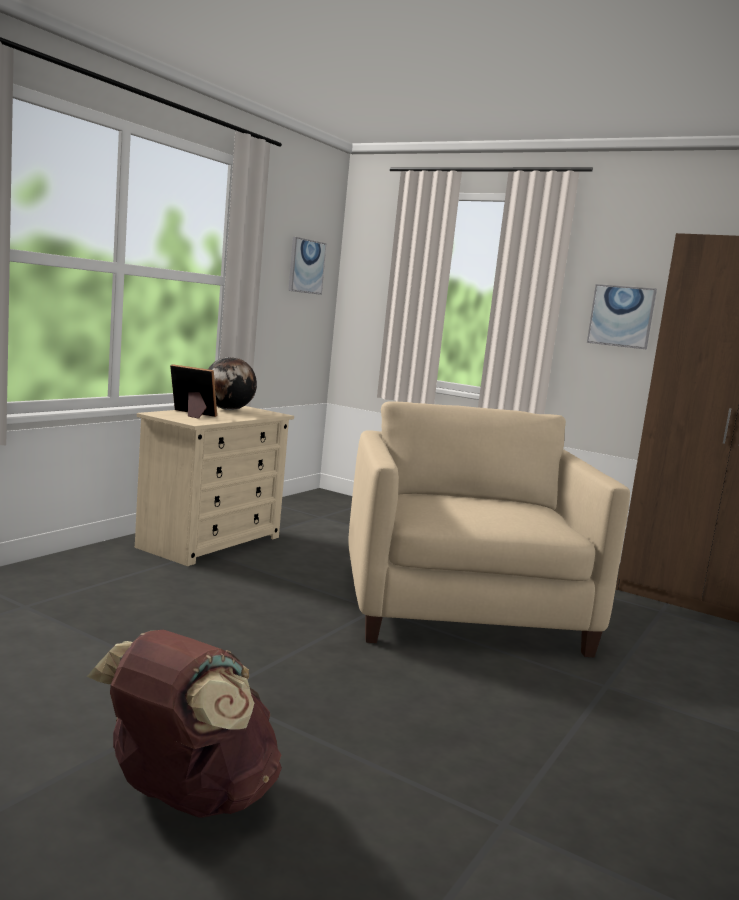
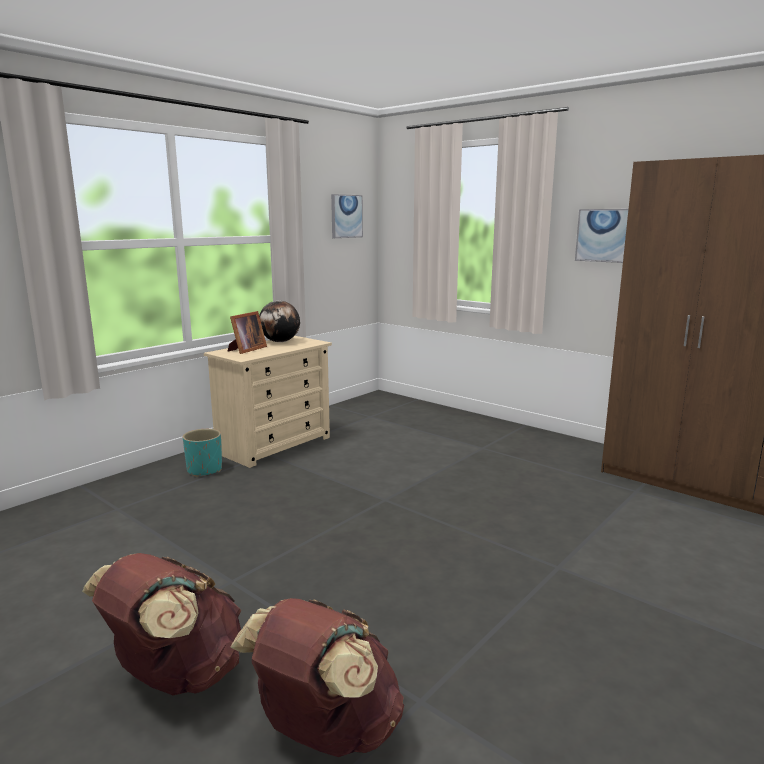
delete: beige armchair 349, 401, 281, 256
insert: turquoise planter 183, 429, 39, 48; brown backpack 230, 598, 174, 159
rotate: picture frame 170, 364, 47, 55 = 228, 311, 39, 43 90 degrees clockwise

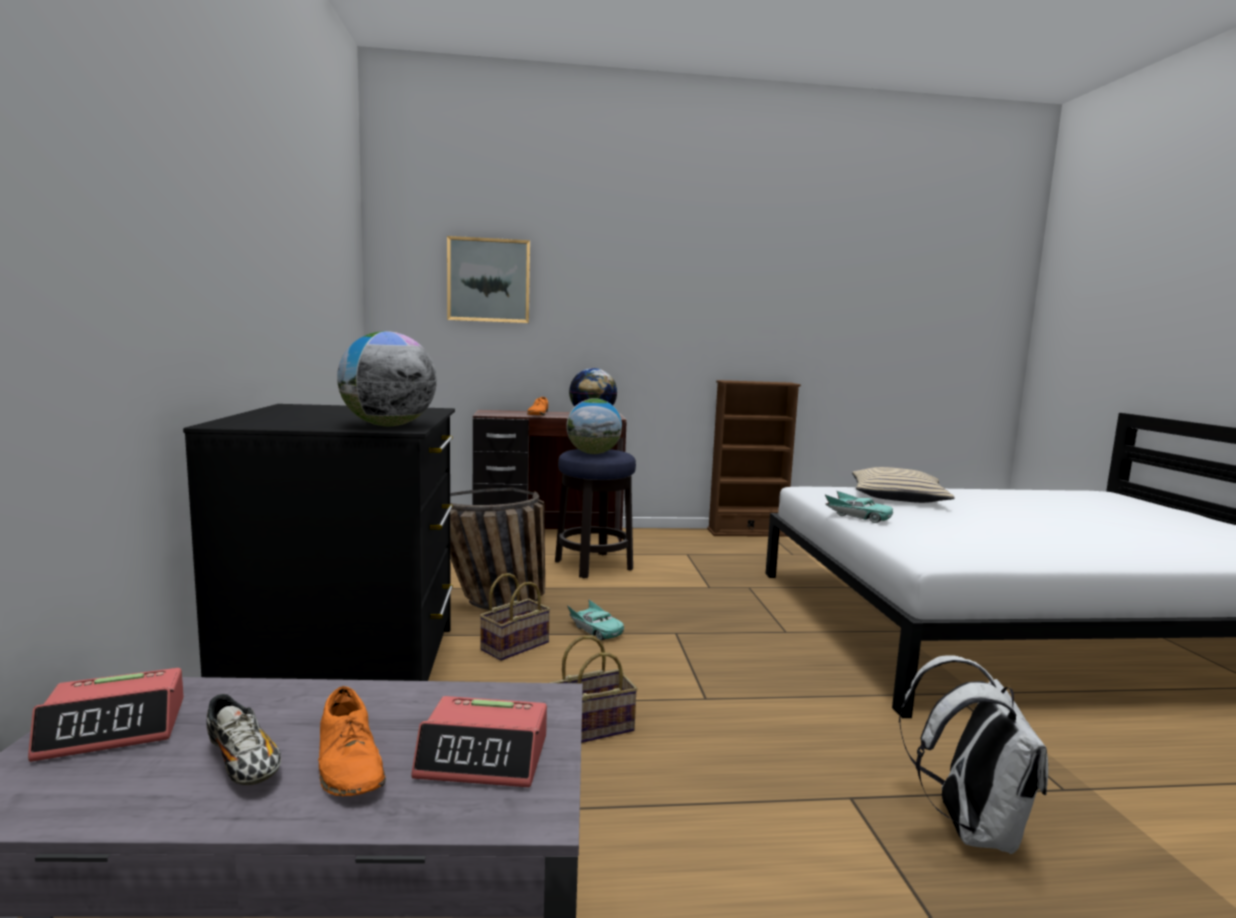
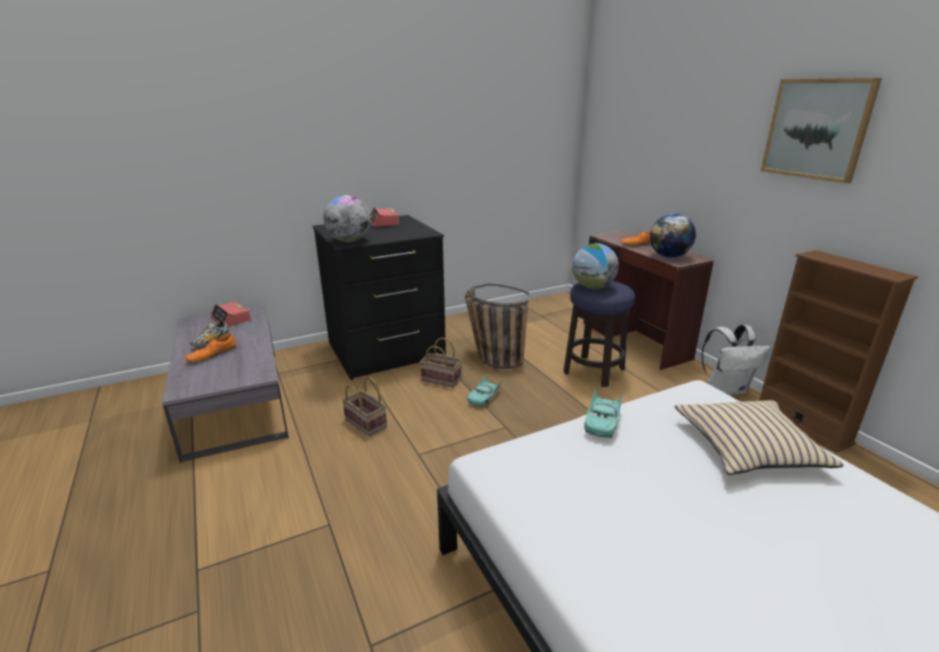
move: alarm clock 411, 696, 136, 91 to 370, 207, 29, 20; picture 447, 236, 83, 87 to 761, 78, 121, 106; white backpack 899, 655, 149, 199 to 702, 325, 68, 70

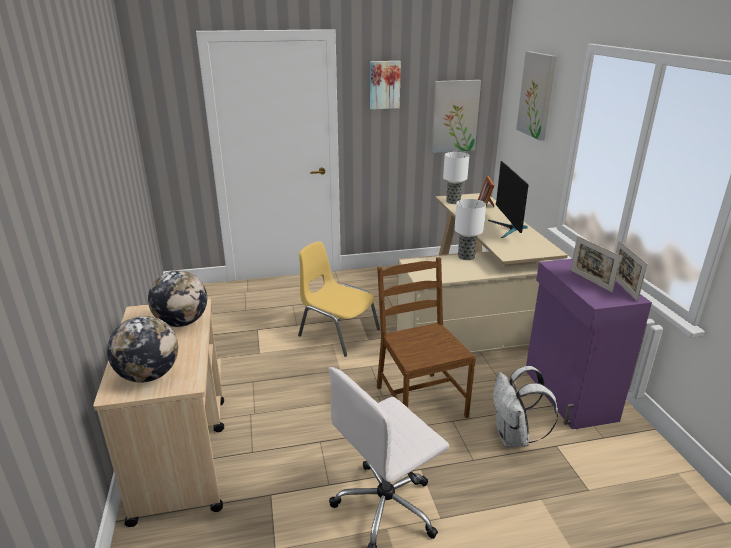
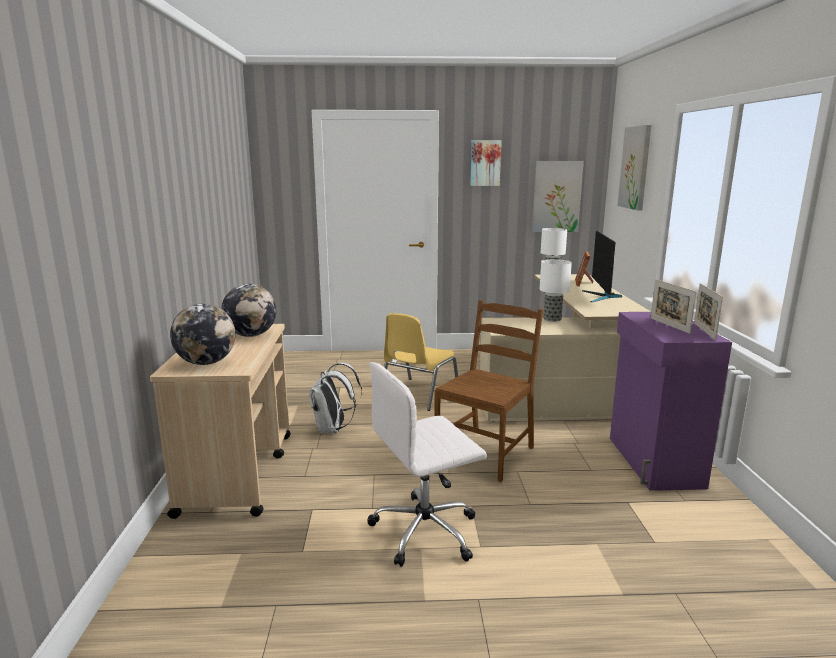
move: white backpack 493, 366, 65, 81 to 309, 363, 53, 71
rotate: yellow chair 298, 241, 82, 116 = 384, 313, 74, 98 105 degrees counterclockwise; brown chair 377, 257, 99, 161 = 434, 300, 109, 182 45 degrees clockwise

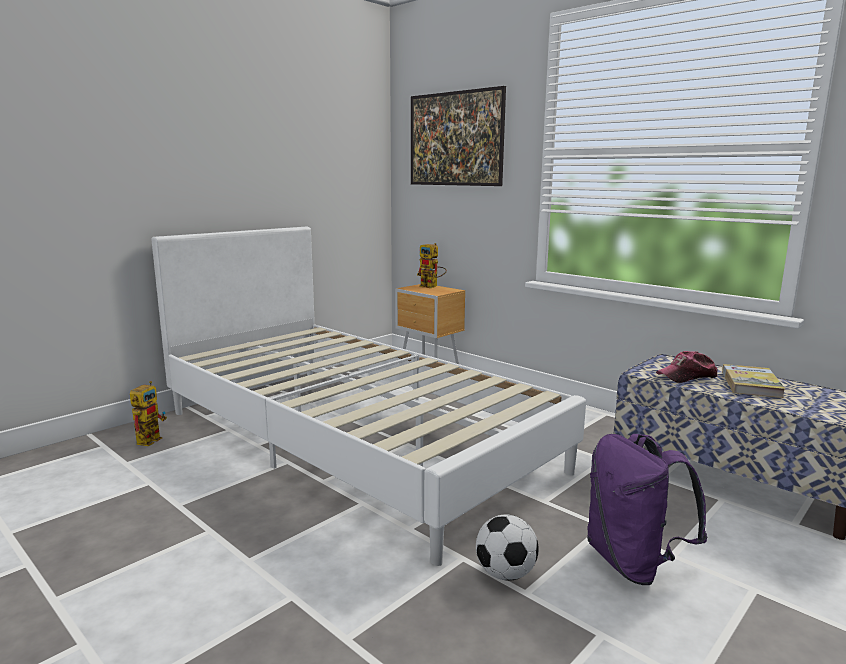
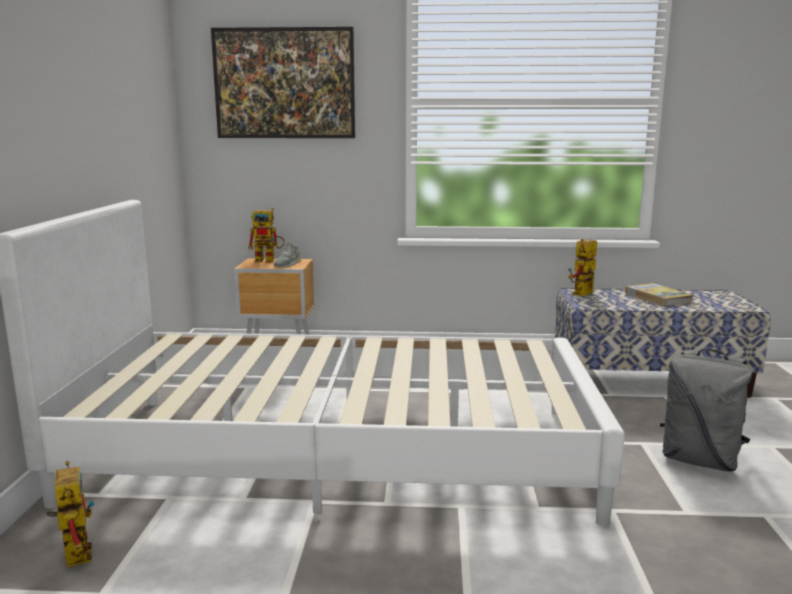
delete: football 476, 514, 63, 67; cap 656, 351, 62, 32
insert: grey shoe 274, 242, 27, 25; toy robot 568, 239, 29, 57
recolor: purple backpack 587, 434, 120, 151 to grey backpack 660, 349, 92, 123

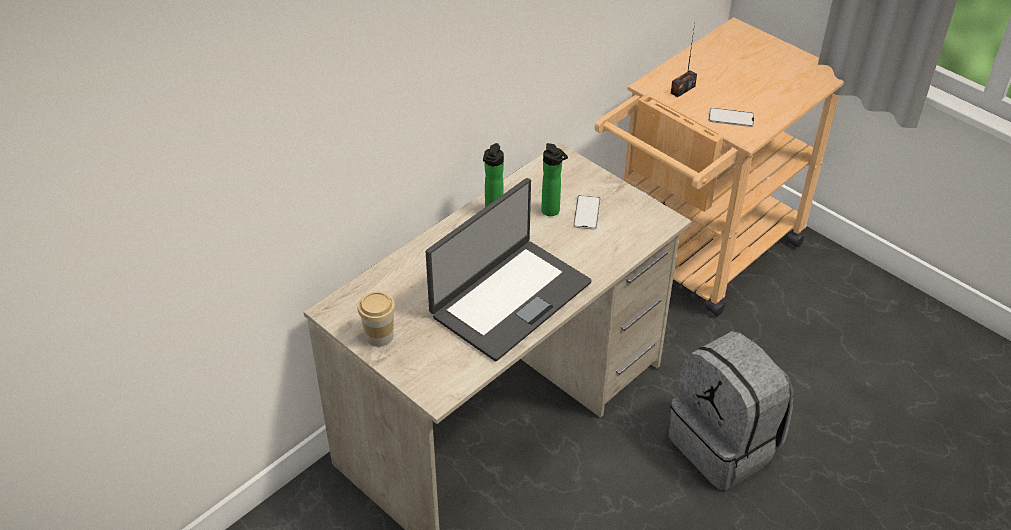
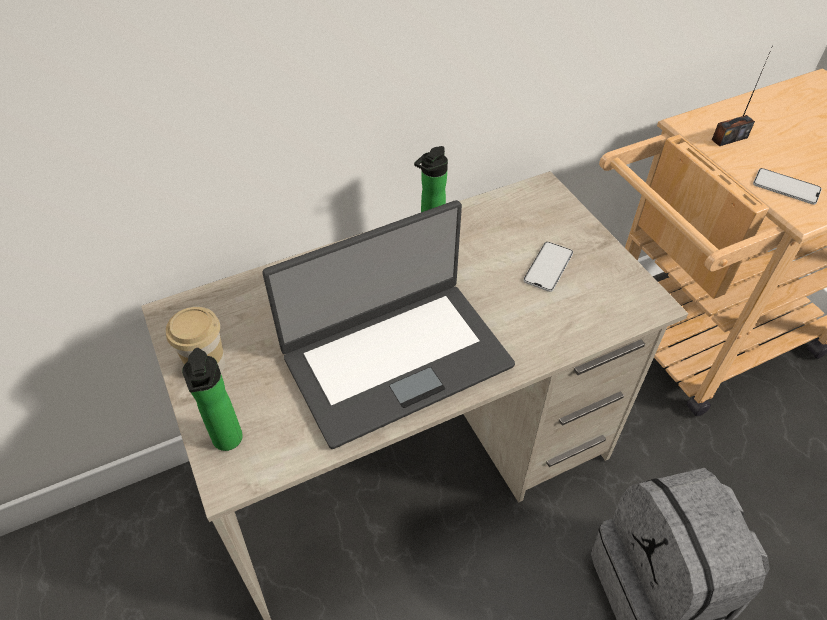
move: bottle 541, 143, 27, 73 to 182, 348, 61, 103

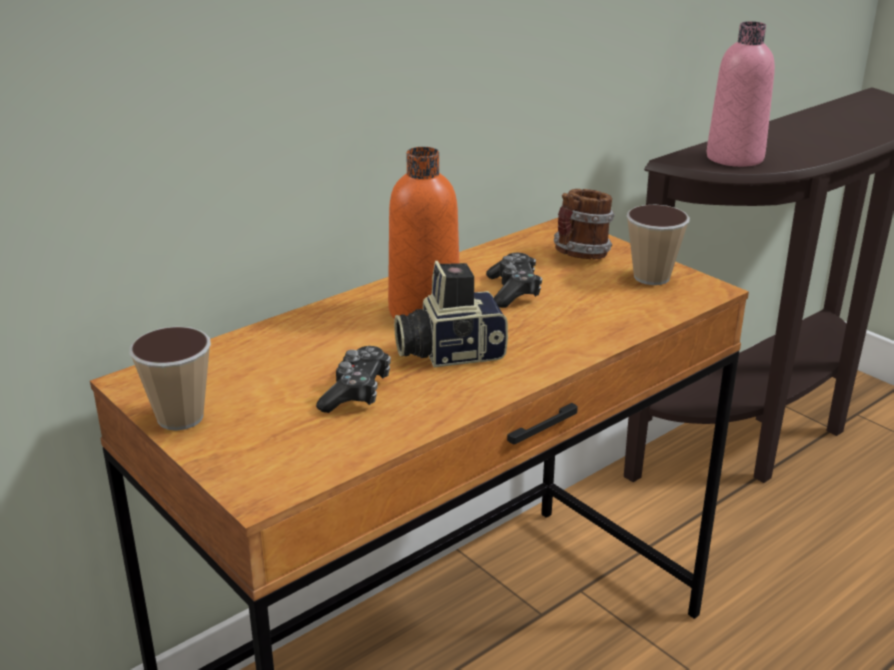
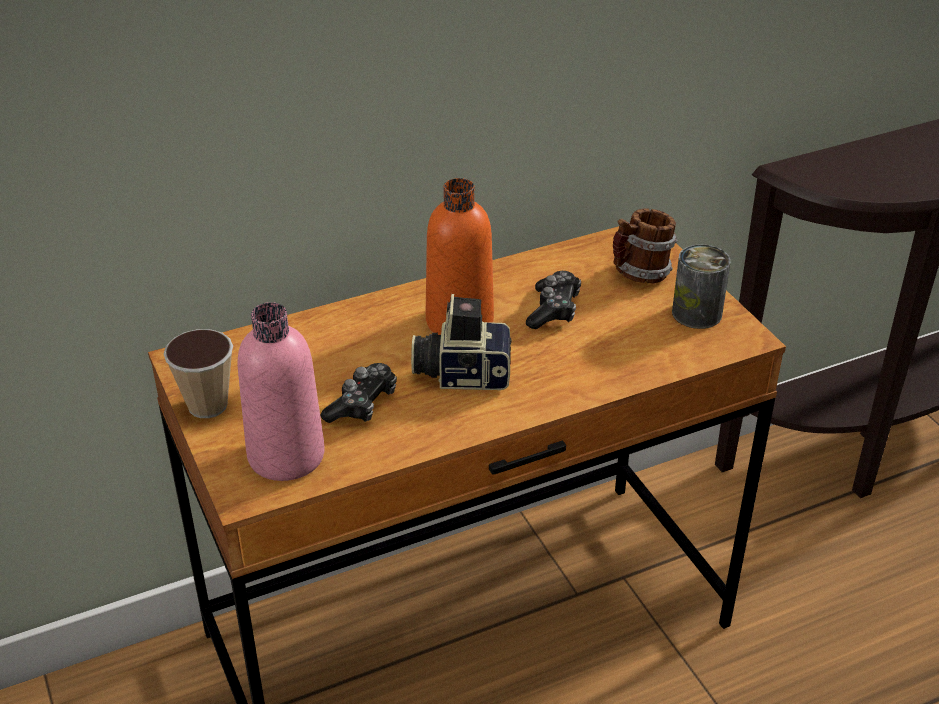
move: pink bottle 707, 21, 68, 146 to 238, 302, 87, 179
replace: cup 627, 205, 63, 80 to can 672, 244, 59, 85

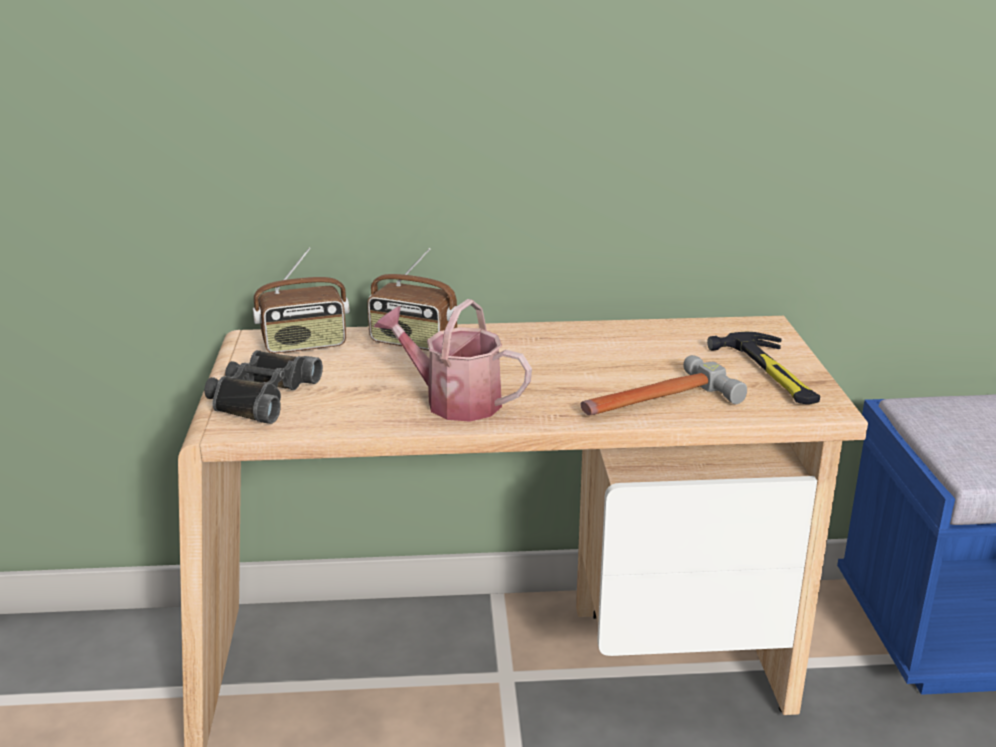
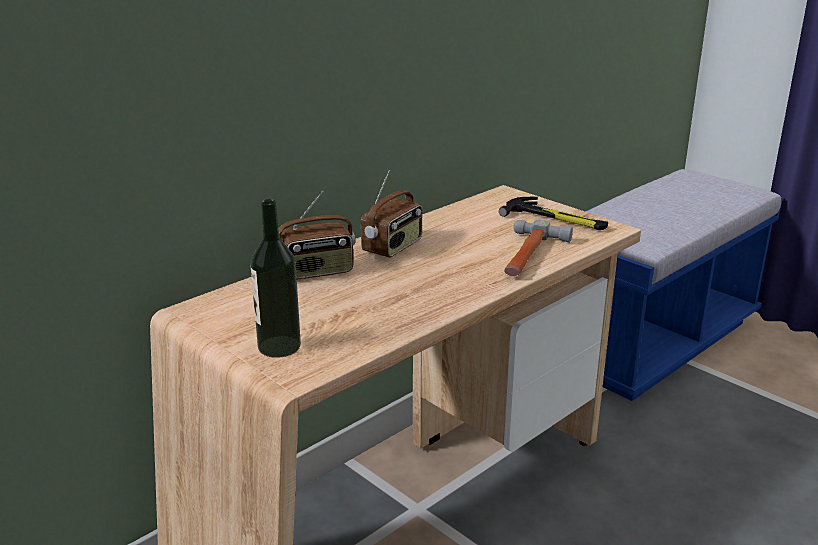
delete: watering can 374, 299, 158, 123
move: radio 252, 247, 97, 106 to 361, 170, 61, 87
replace: black binoculars 204, 350, 119, 74 to bottle 250, 199, 51, 159

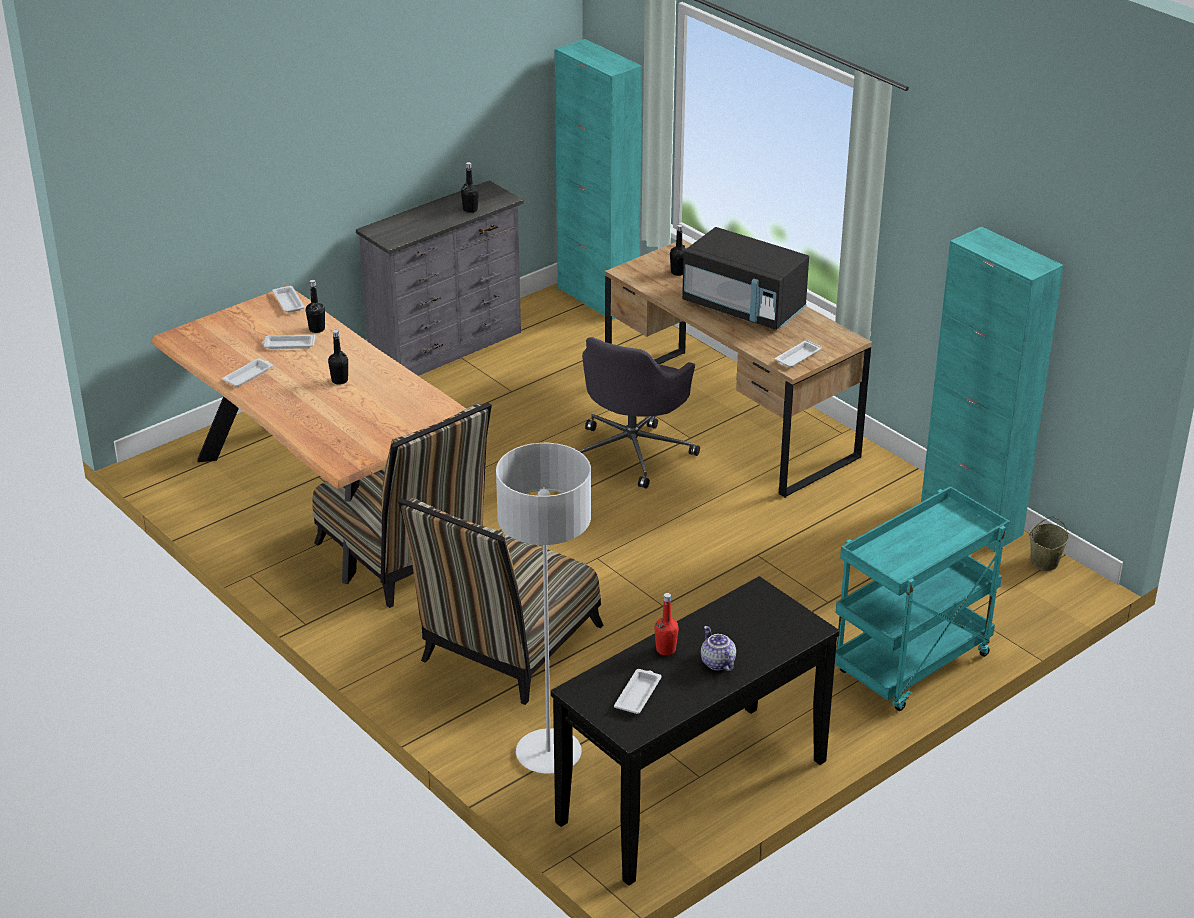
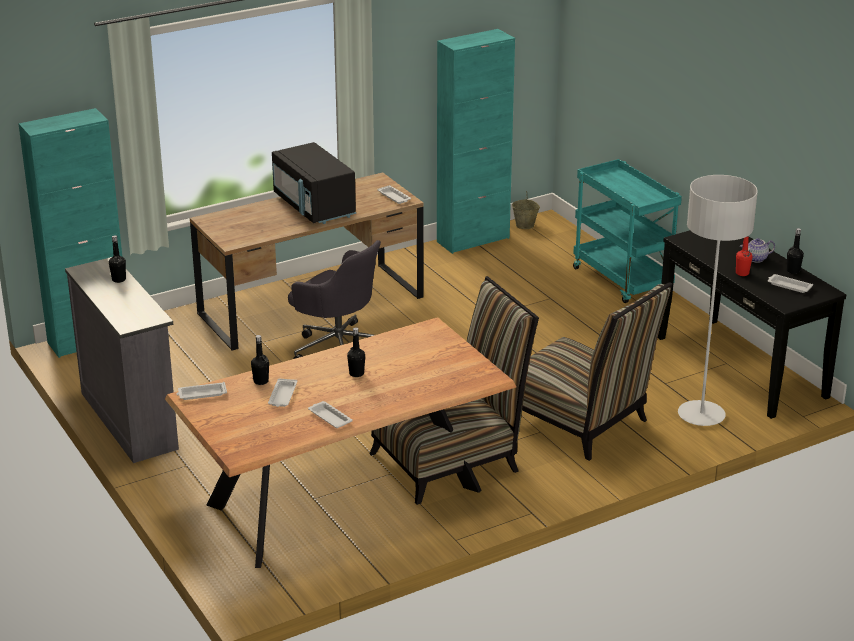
move: black bottle 670, 224, 16, 52 to 787, 228, 17, 46
rotate: black microwave 682, 227, 127, 103 = 272, 142, 84, 82 105 degrees clockwise

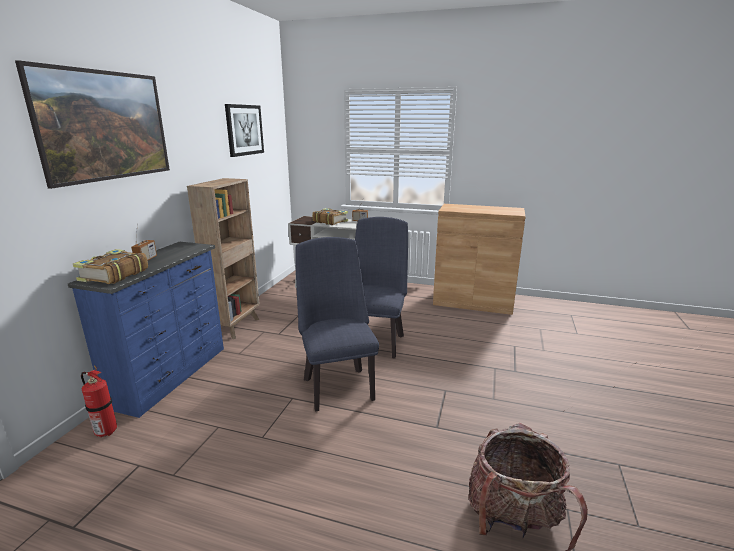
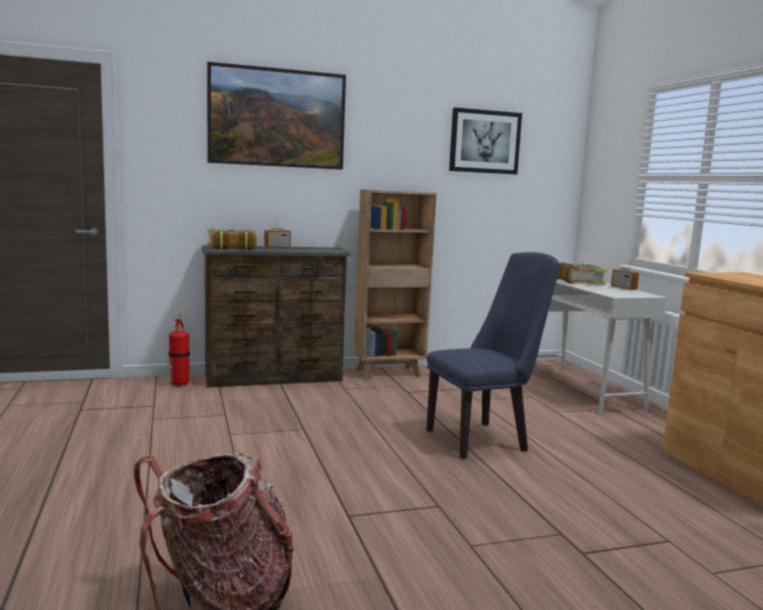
delete: blue chair 295, 237, 84, 175
recolor: blue dresser 68, 242, 156, 176 to brown dresser 202, 245, 149, 143

